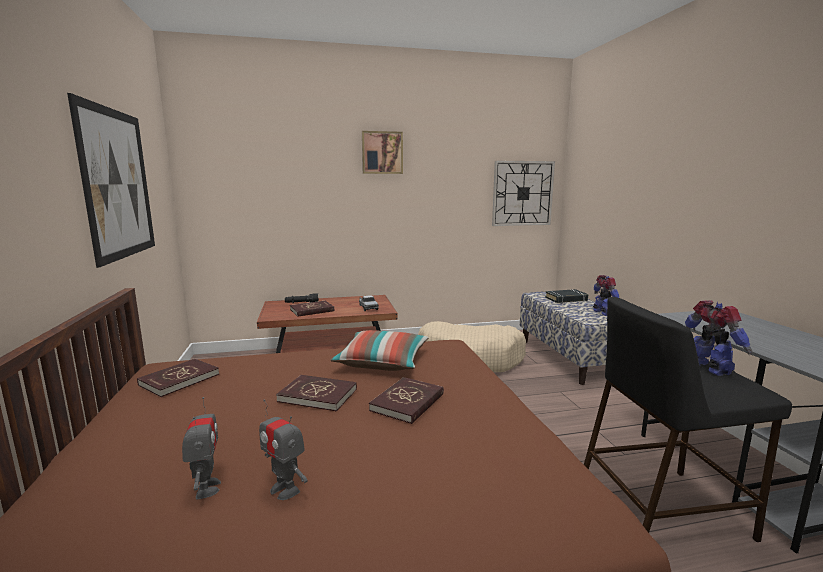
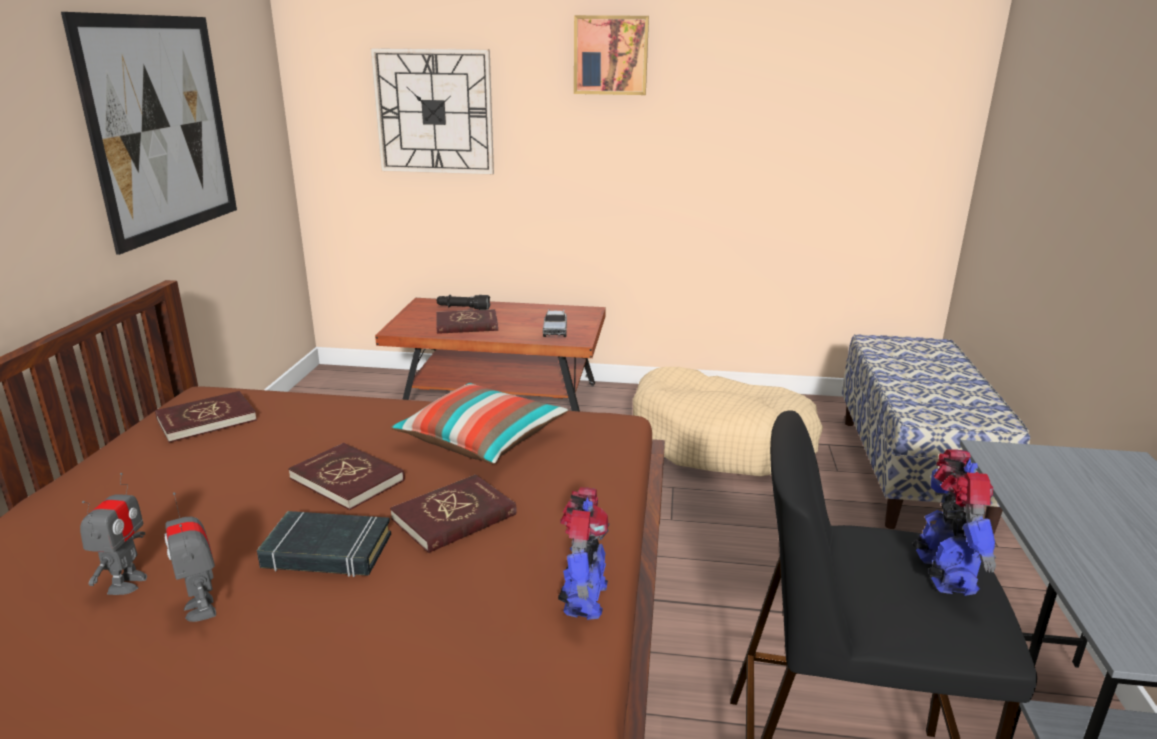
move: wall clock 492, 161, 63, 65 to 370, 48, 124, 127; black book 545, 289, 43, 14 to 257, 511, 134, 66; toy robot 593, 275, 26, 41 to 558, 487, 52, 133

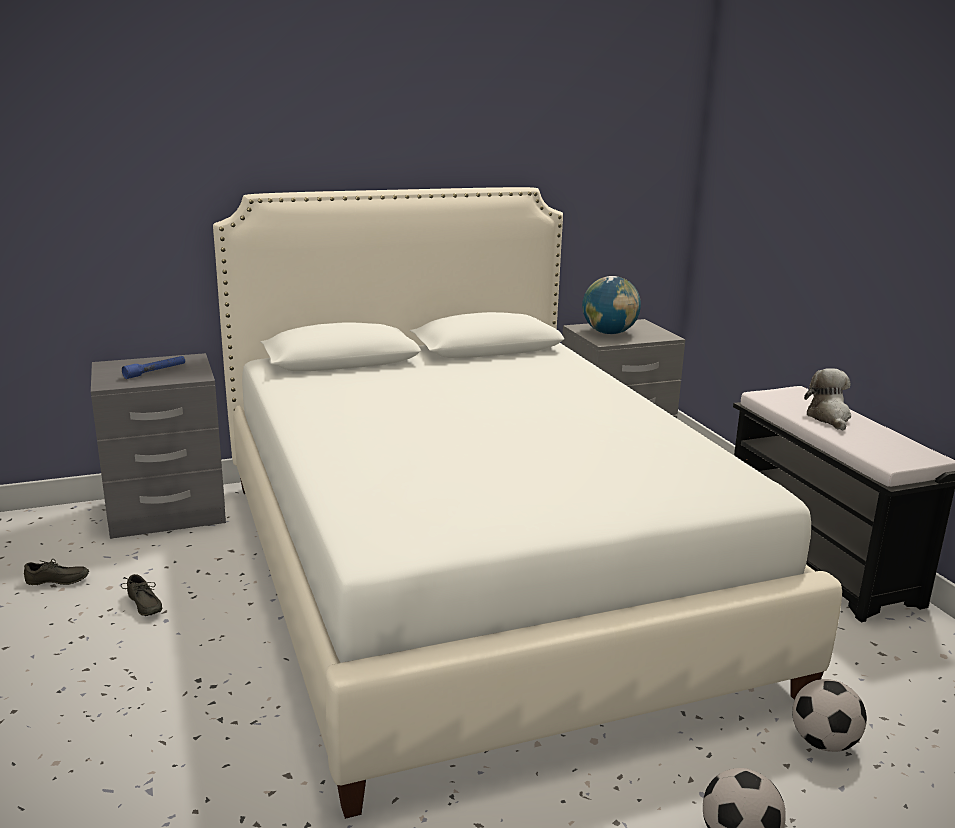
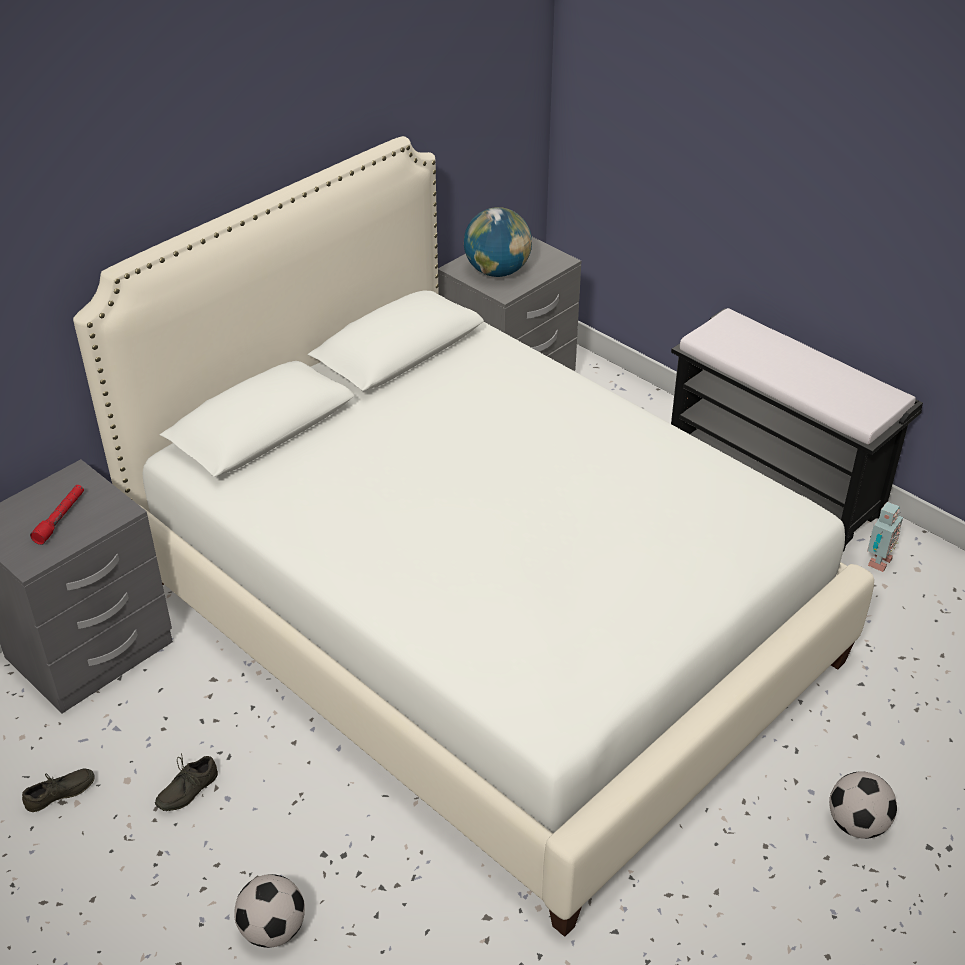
delete: plush toy 804, 368, 47, 63
insert: toy robot 867, 502, 36, 70
move: football 792, 679, 75, 73 to 234, 874, 71, 74
recolor: blue flashlight 122, 356, 63, 23 to red flashlight 30, 485, 54, 60
rotate: grey shoe 121, 574, 41, 42 = 155, 753, 63, 58 105 degrees clockwise

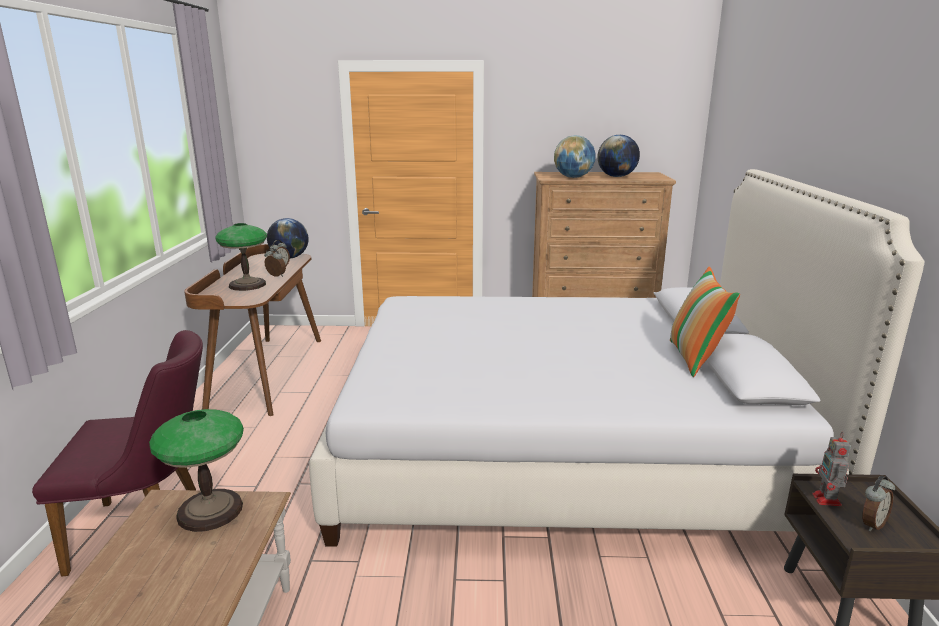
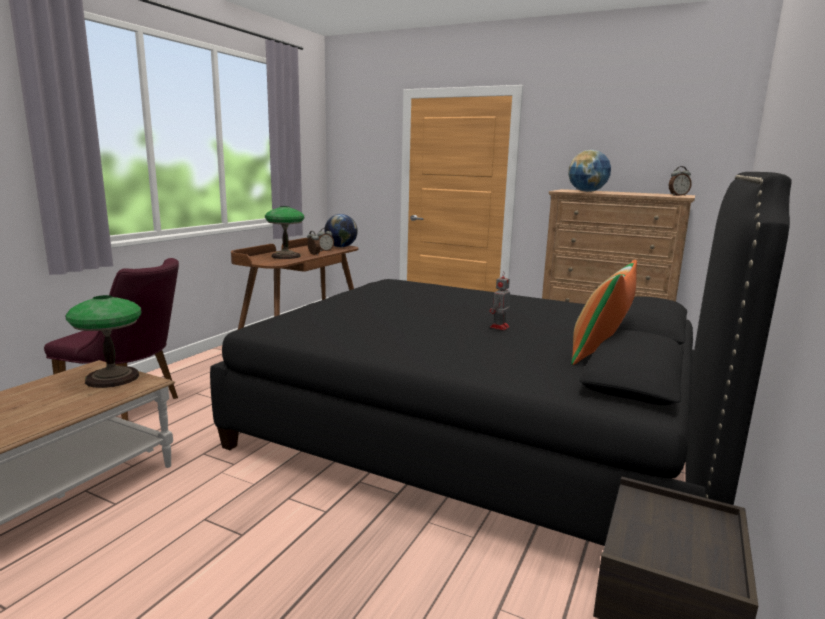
delete: globe 597, 135, 43, 42
move: toy robot 812, 432, 38, 74 to 490, 271, 20, 59; alarm clock 862, 475, 33, 56 to 669, 166, 23, 30
recolor: white bed 309, 169, 615, 378 to black bed 210, 172, 582, 374

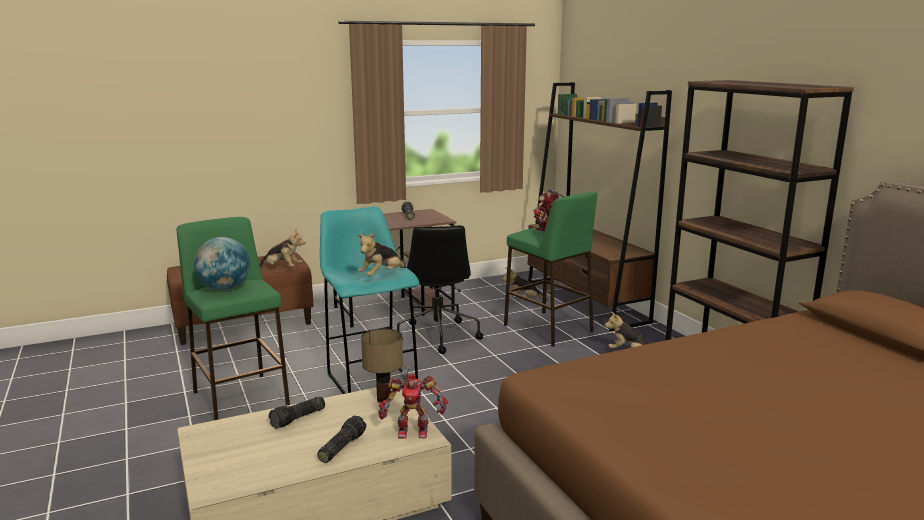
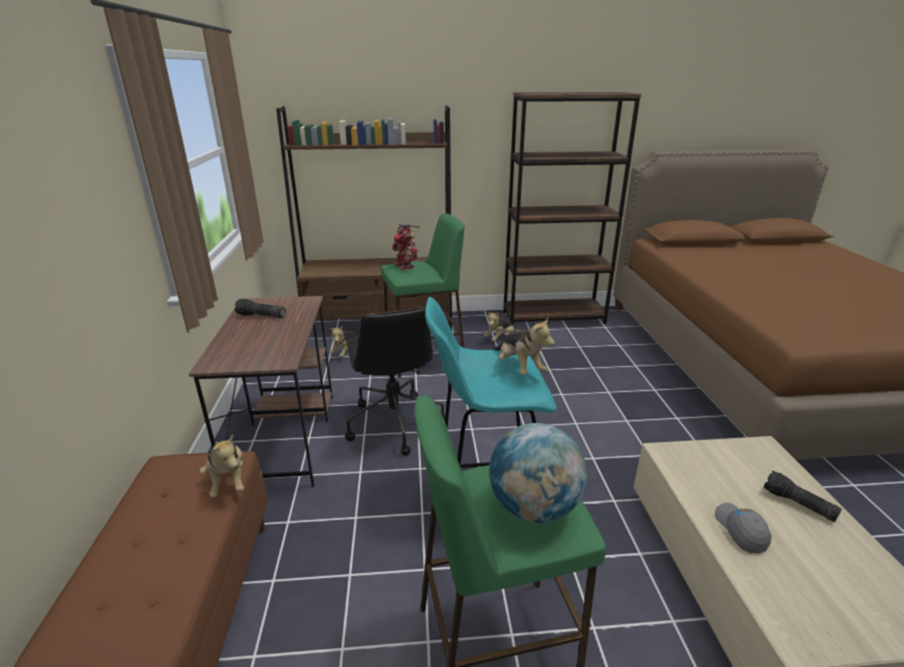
delete: table lamp 361, 328, 42, 75; toy robot 378, 366, 70, 73
replace: flashlight 269, 396, 56, 33 to grey cap 715, 502, 56, 51
rotate: plush toy 259, 230, 46, 36 = 200, 434, 44, 63 120 degrees clockwise; black office chair 397, 225, 86, 129 = 345, 307, 100, 149 60 degrees clockwise

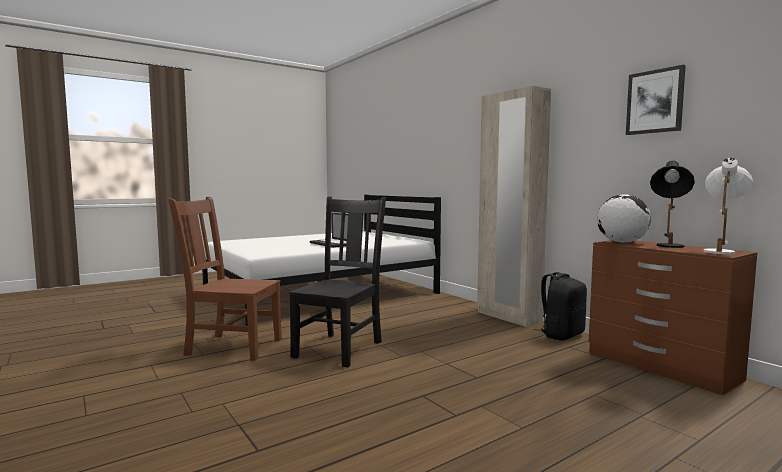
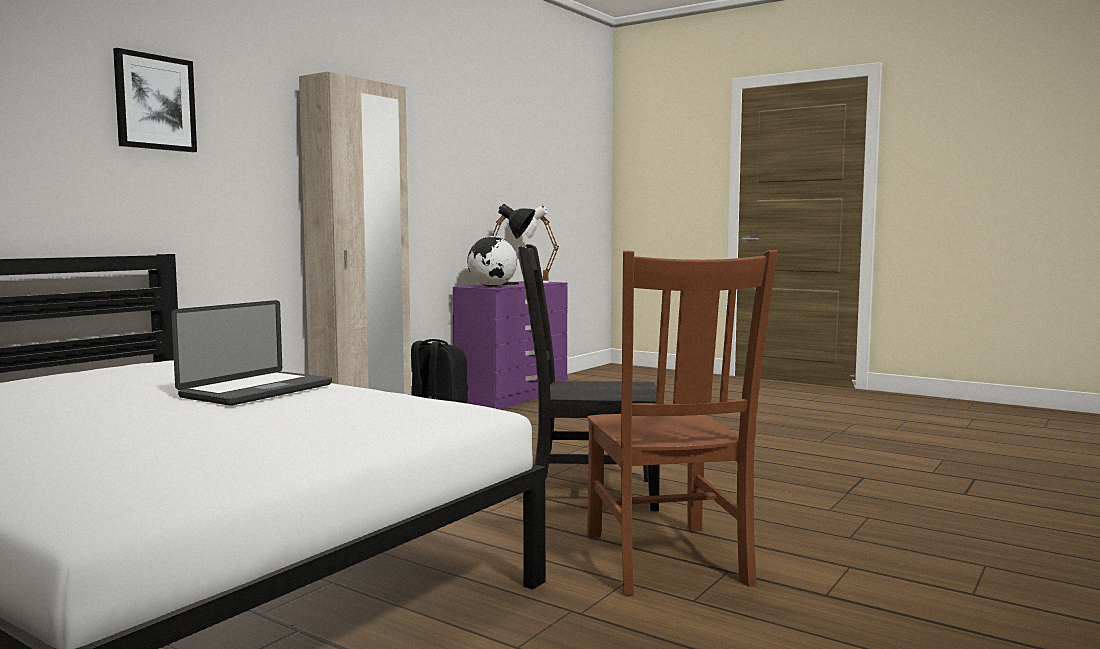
move: picture 626, 65, 60, 70 to 113, 48, 84, 104
recolor: brown dresser 589, 240, 168, 155 to purple dresser 453, 281, 114, 128

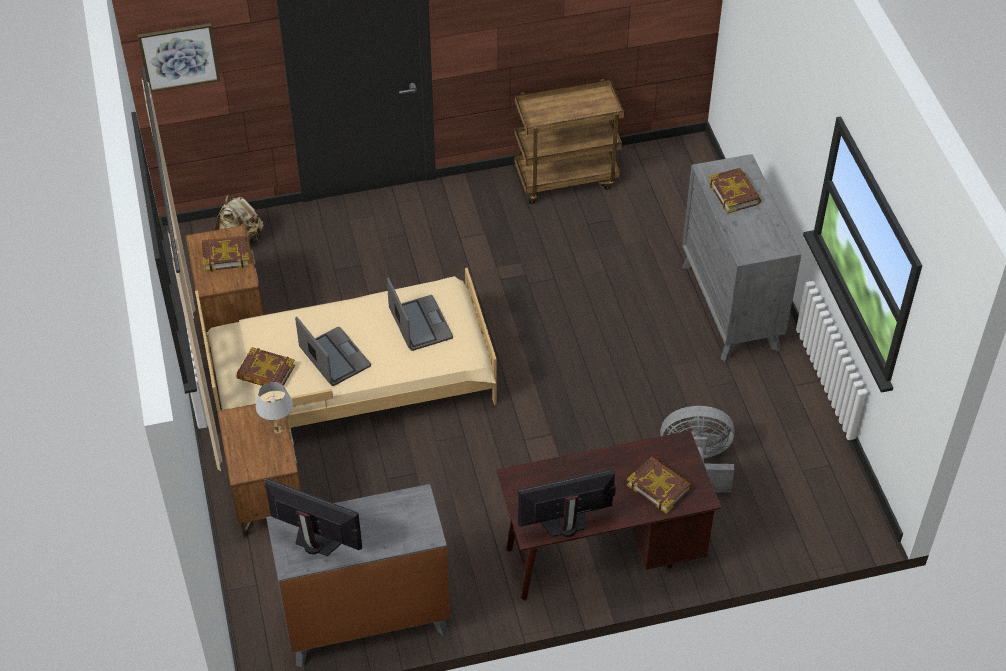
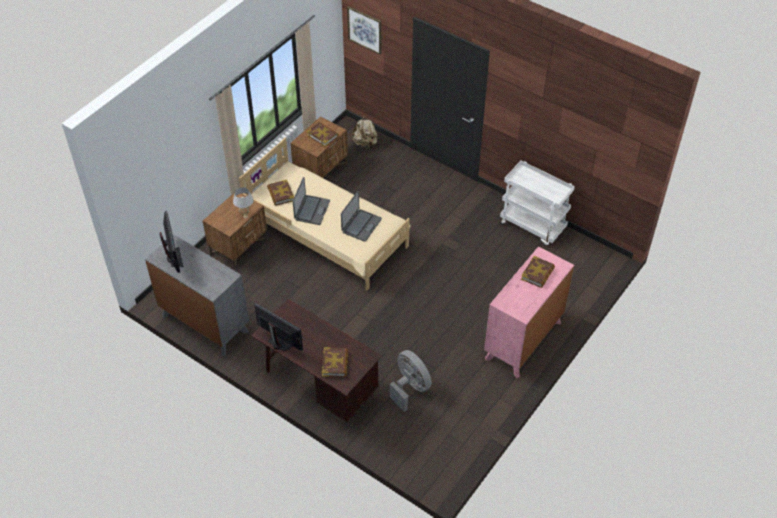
recolor: brown cart 514, 79, 111, 125 to white cart 500, 160, 75, 86; grey dresser 682, 154, 120, 208 to pink dresser 484, 246, 90, 132

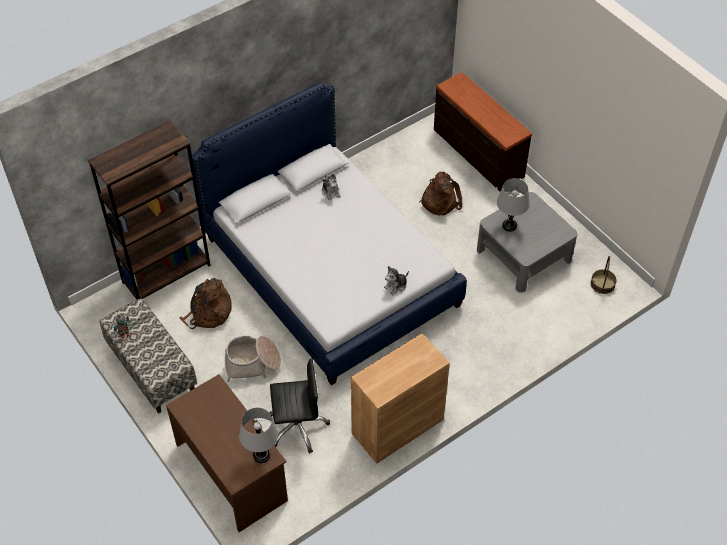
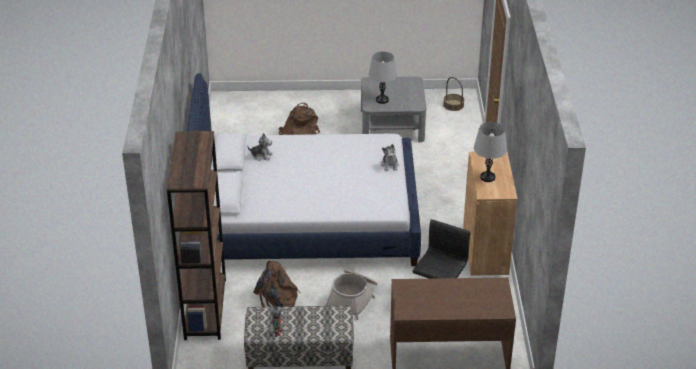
delete: brown dresser 434, 72, 98, 119
move: grey table lamp 239, 408, 39, 55 to 474, 122, 33, 60

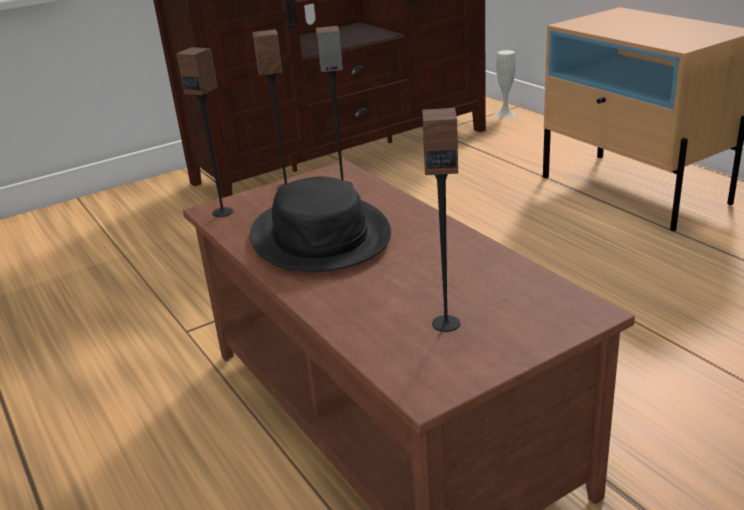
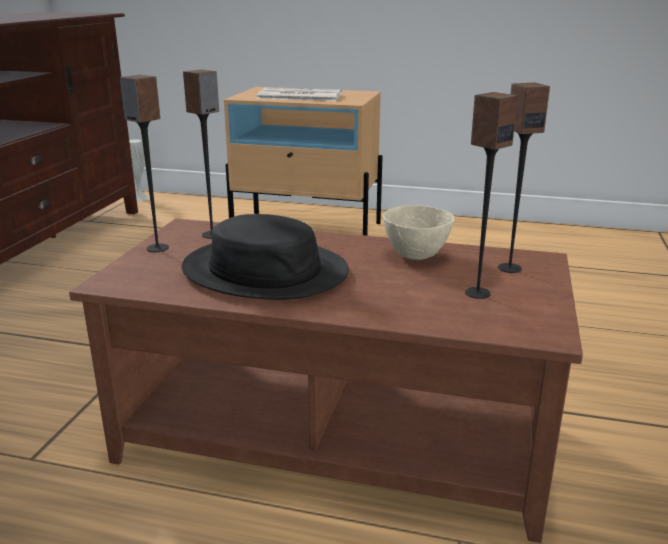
insert: newspaper 256, 88, 86, 13; beige bowl 383, 205, 72, 55
move: speaker 176, 47, 57, 170 to 498, 83, 52, 190

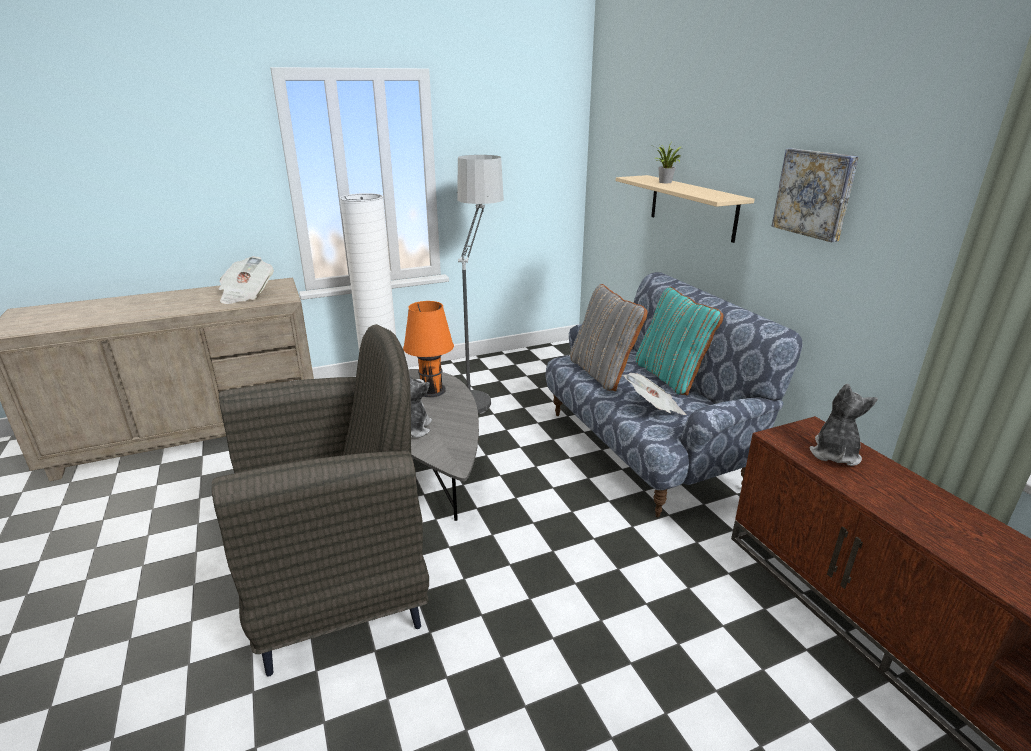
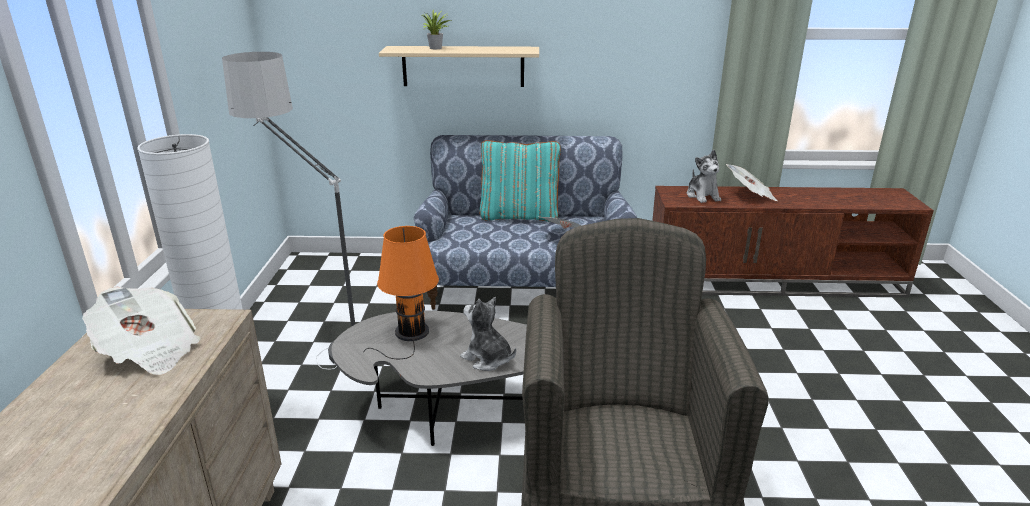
delete: grey pillow 570, 284, 77, 107; picture 772, 148, 87, 94
insert: newspaper 726, 164, 51, 37
rotate: plush toy 810, 383, 68, 83 = 687, 150, 34, 53 150 degrees counterclockwise

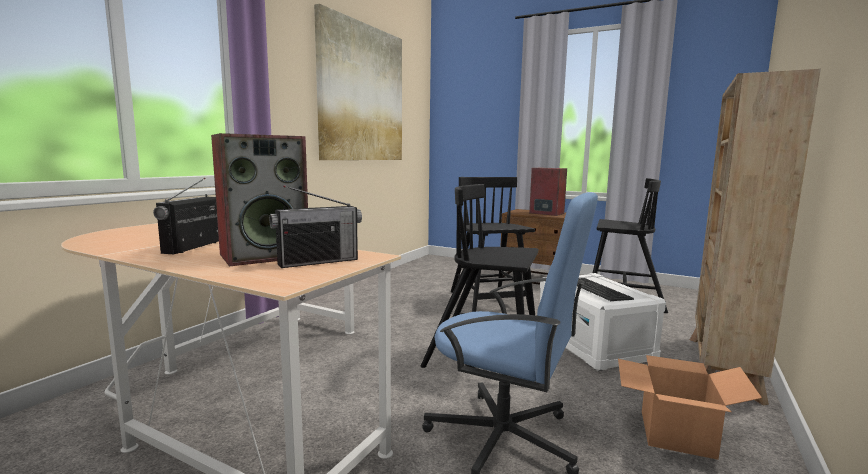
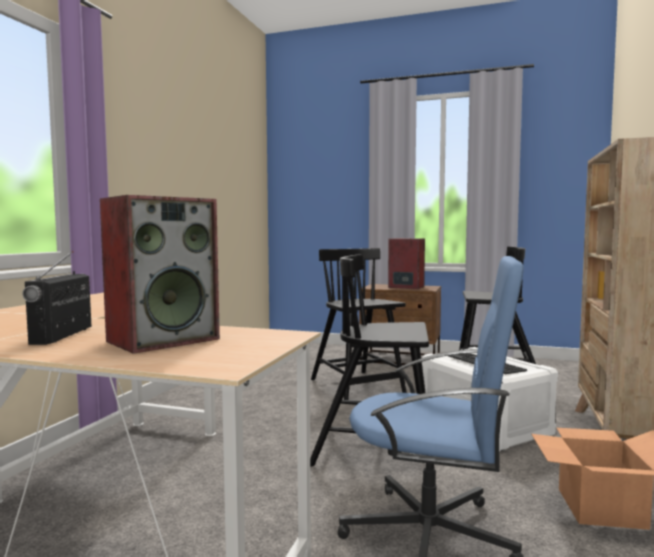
delete: radio 269, 185, 93, 83; picture 314, 4, 88, 156

